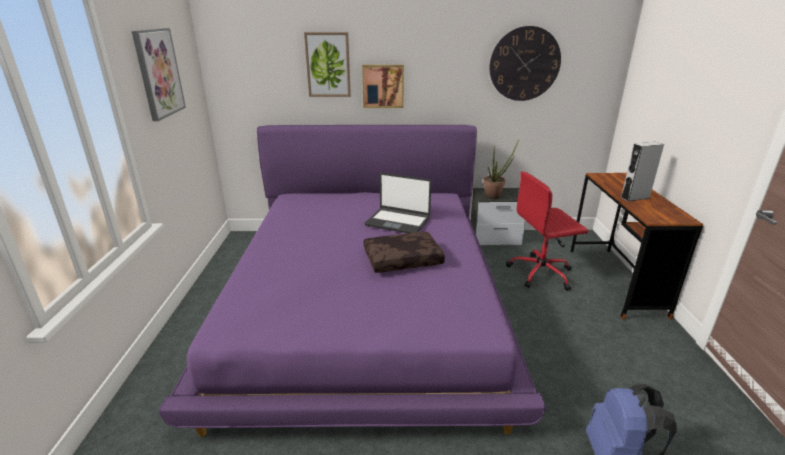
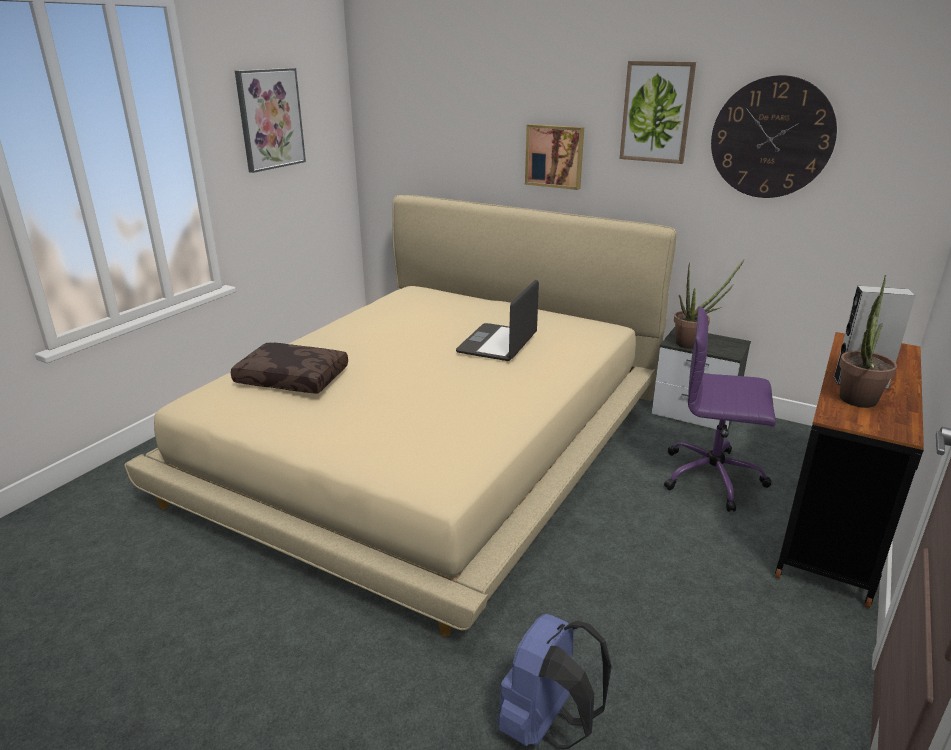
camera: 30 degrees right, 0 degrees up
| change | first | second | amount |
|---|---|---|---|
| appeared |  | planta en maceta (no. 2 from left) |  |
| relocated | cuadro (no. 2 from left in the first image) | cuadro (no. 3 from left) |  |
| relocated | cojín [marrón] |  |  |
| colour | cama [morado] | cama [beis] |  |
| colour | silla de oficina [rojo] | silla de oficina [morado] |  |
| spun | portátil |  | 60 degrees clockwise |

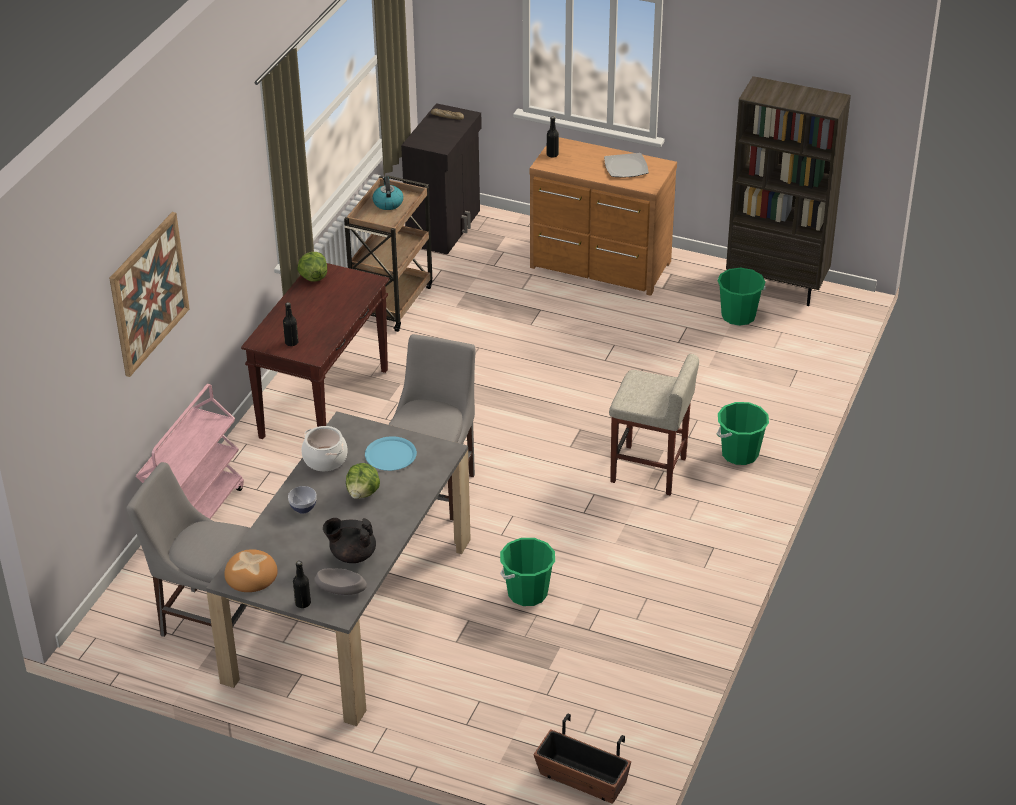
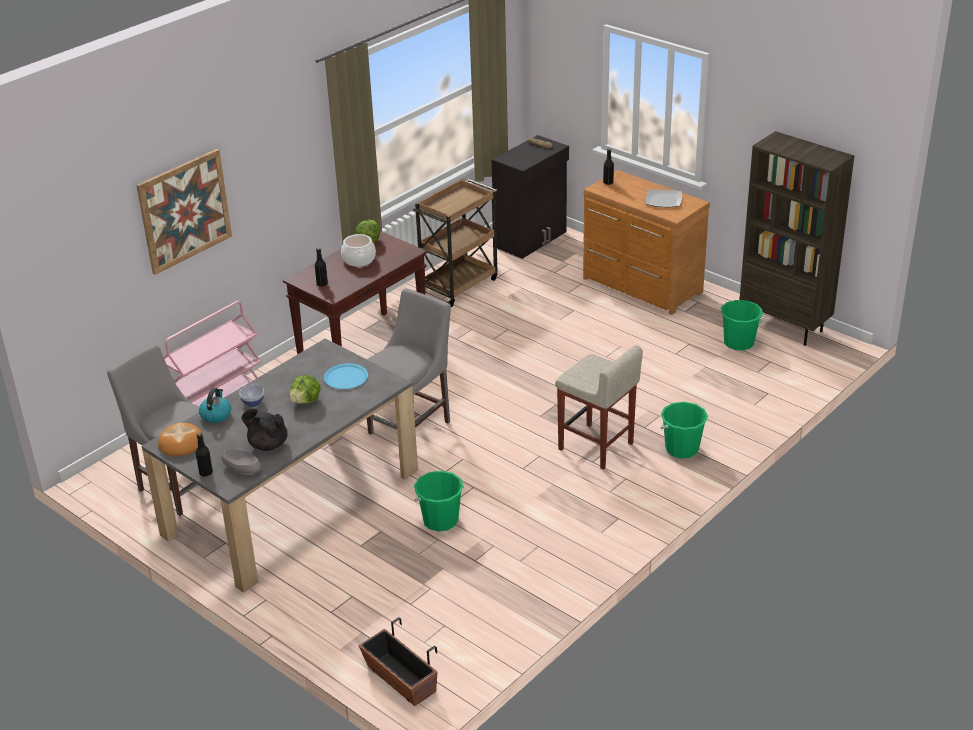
camera: 20 degrees right, 5 degrees down
| change | first | second | amount |
|---|---|---|---|
| relocated | olla |  |  |
| relocated | hervidor |  |  |

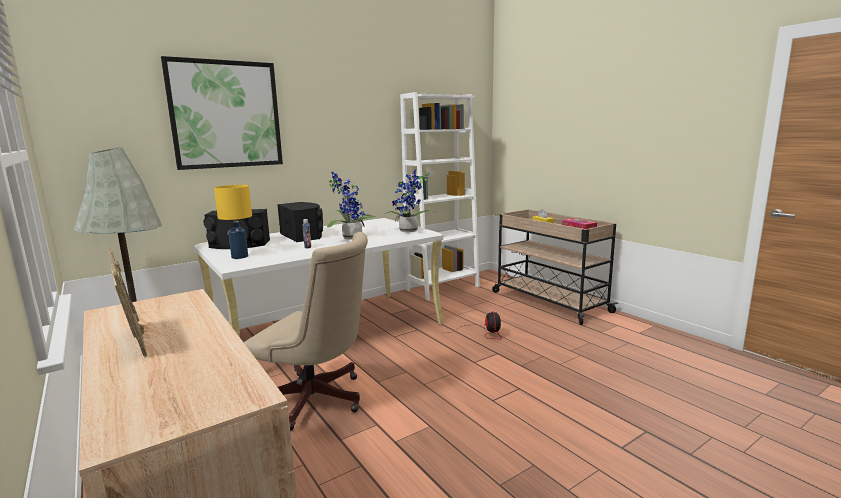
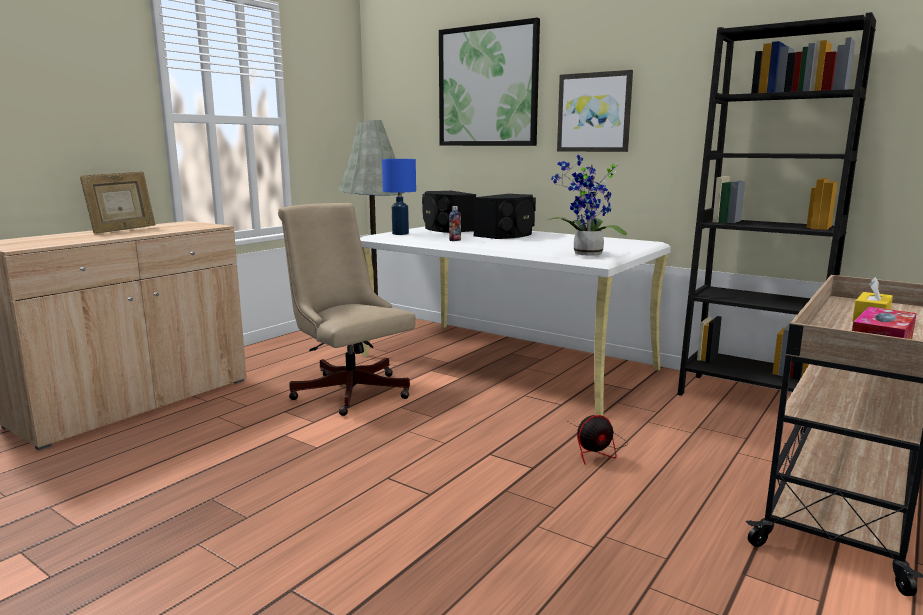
camera: 70 degrees right, 0 degrees up
| change | first | second | amount |
|---|---|---|---|
| missing | planta en maceta (no. 1 from left) |  |  |
| appeared |  | cuadro (no. 2 from left) |  |
| colour | lámpara de mesa [amarillo] | lámpara de mesa [azul] |  |
| colour | estantería [blanco] | estantería [negro] |  |
| spun | silla de oficina [beis] |  | 135 degrees clockwise |

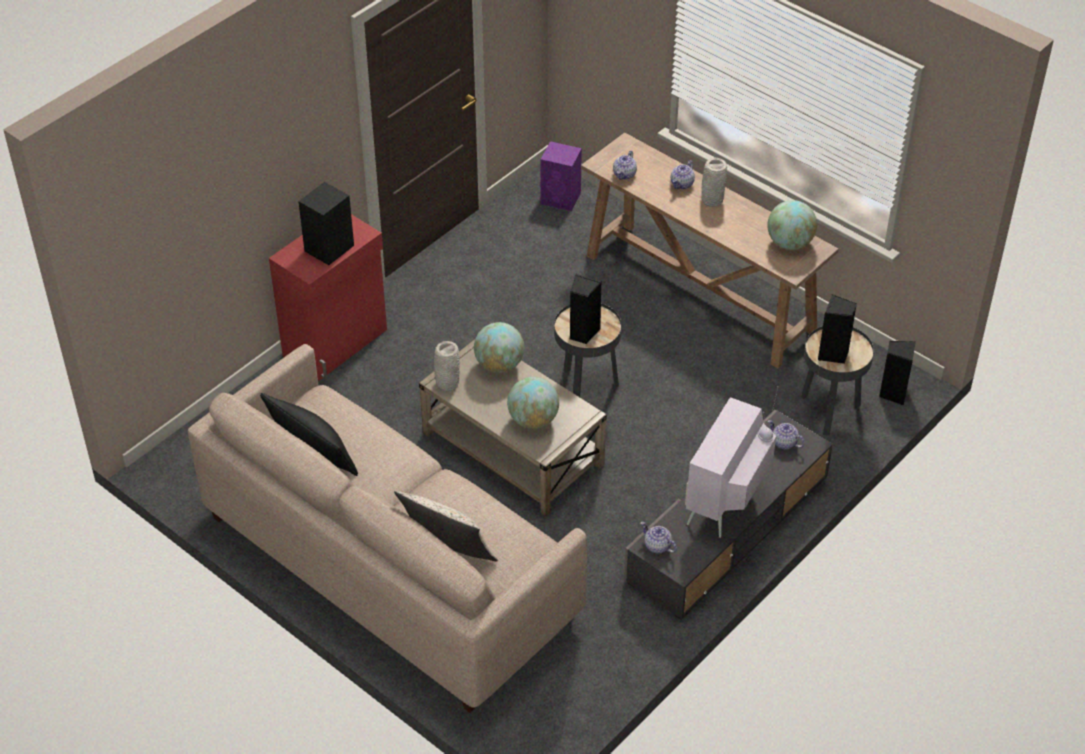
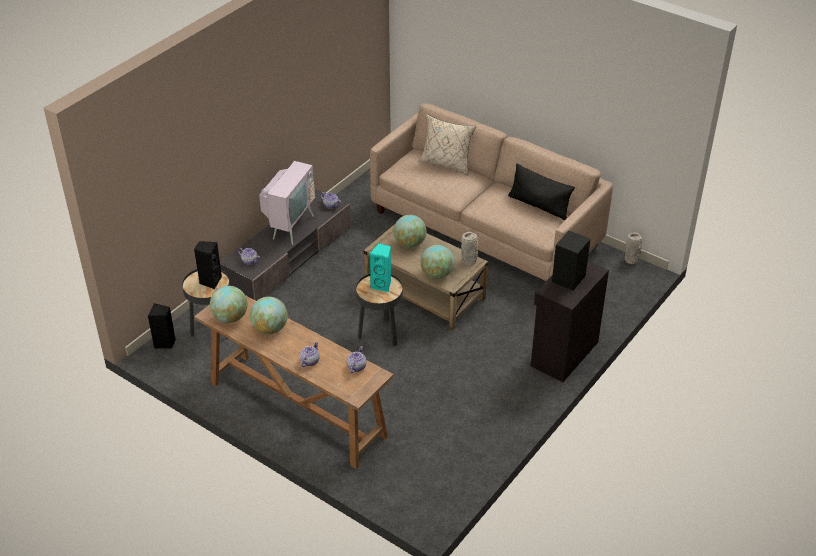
camera: 175 degrees right, 5 degrees down
| change | first | second | amount |
|---|---|---|---|
| missing | altavoz [morado] |  |  |
| appeared |  | globo terráqueo (no. 2 from left) |  |
| relocated | florero [gris] (no. 2 from left) |  |  |
| colour | armario [rojo] | armario [negro] |  |
| colour | altavoz [negro] (no. 2 from left) | altavoz [turquesa] |  |

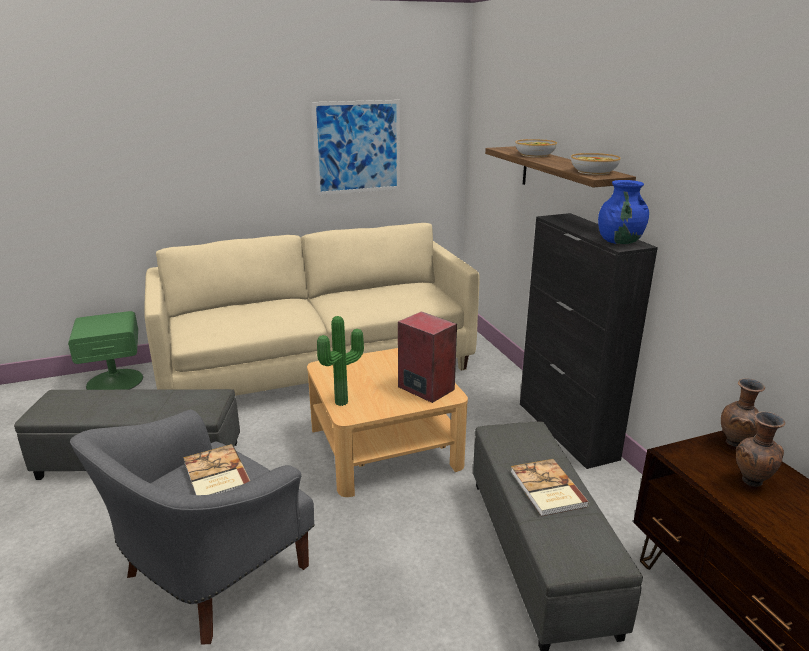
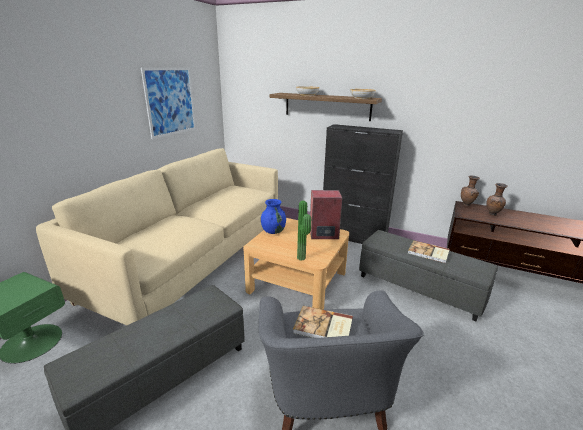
camera: 45 degrees left, 0 degrees up
| change | first | second | amount |
|---|---|---|---|
| relocated | florero [azul] |  |  |

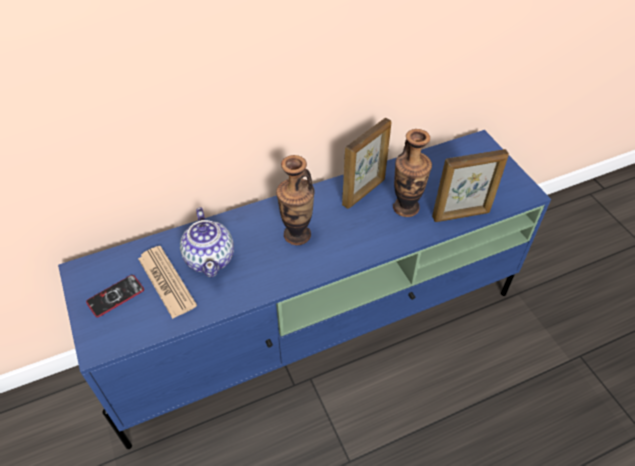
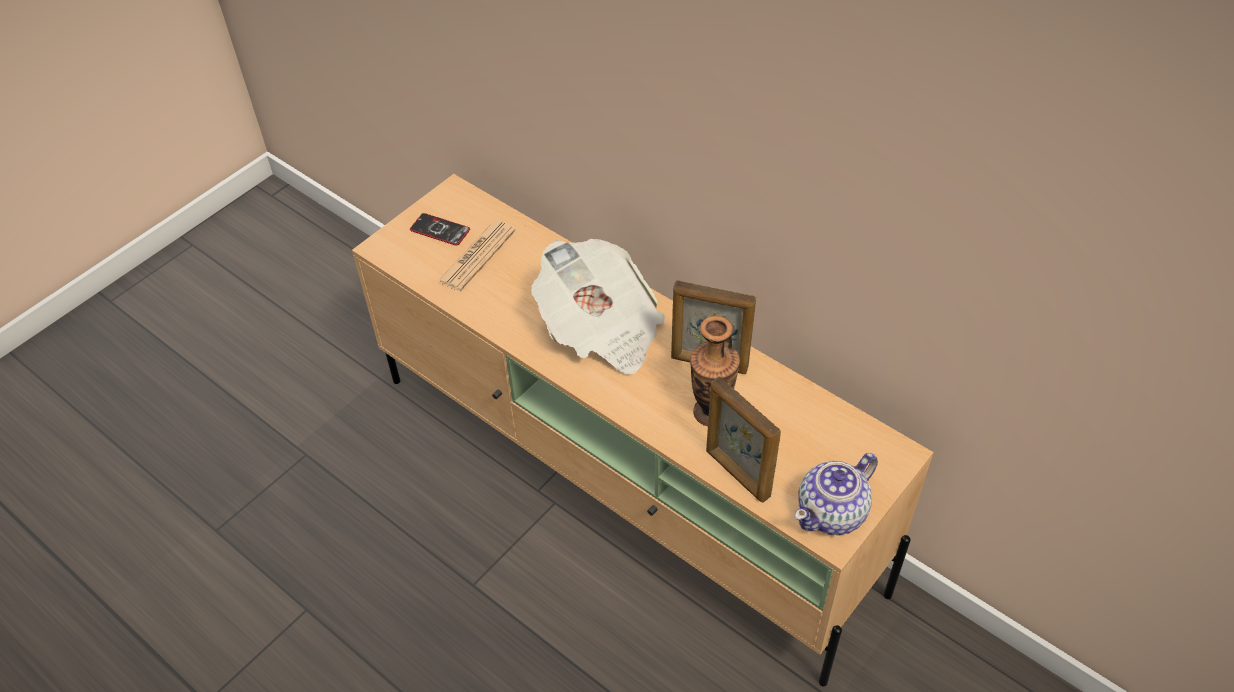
camera: 65 degrees right, 0 degrees up
| change | first | second | amount |
|---|---|---|---|
| relocated | tetera |  |  |
| exchanged | florero (no. 1 from left) | periódico (no. 2 from left) |  |
| colour | mueble de televisión [azul] | mueble de televisión [beis] |  |

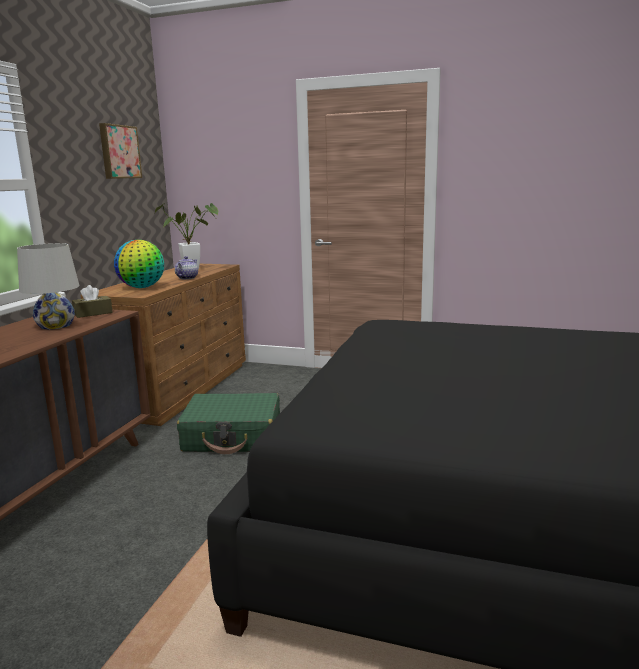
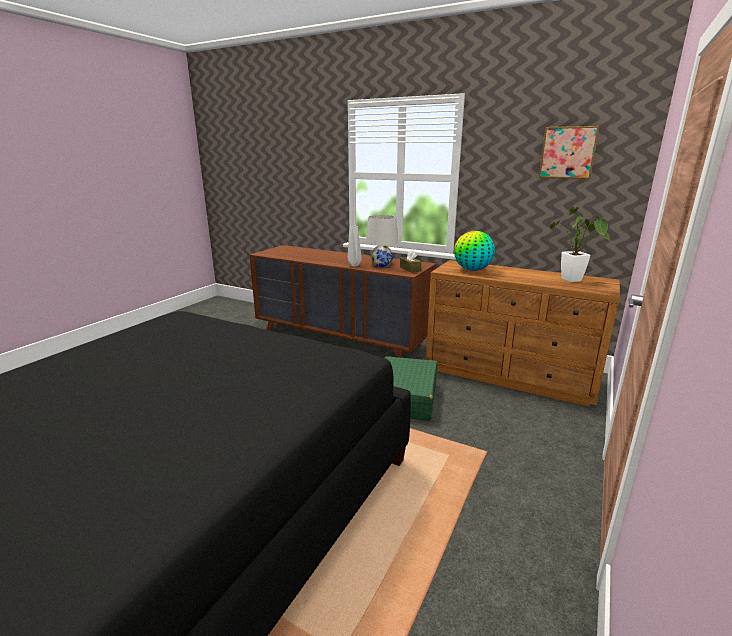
camera: 100 degrees right, 5 degrees up
| change | first | second | amount |
|---|---|---|---|
| missing | tetera |  |  |
| appeared |  | florero [gris] |  |

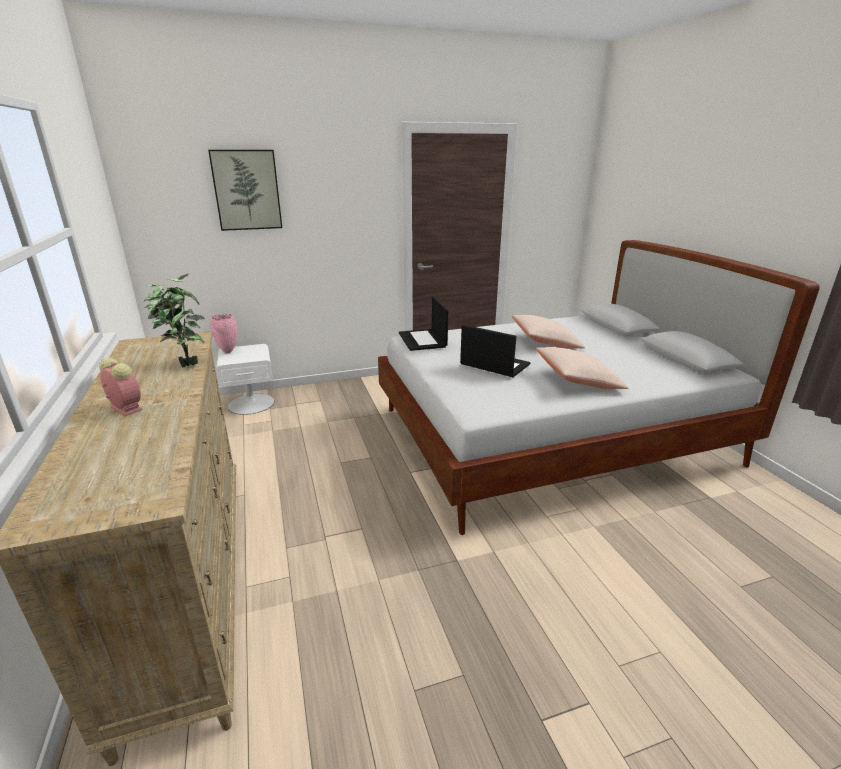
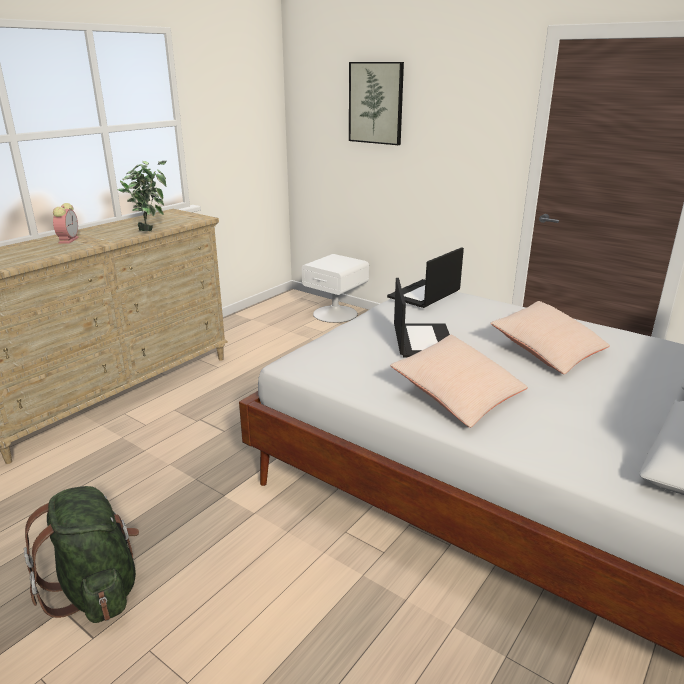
camera: 55 degrees right, 0 degrees up
| change | first | second | amount |
|---|---|---|---|
| missing | florero [rosa] |  |  |
| appeared |  | mochila [verde] |  |

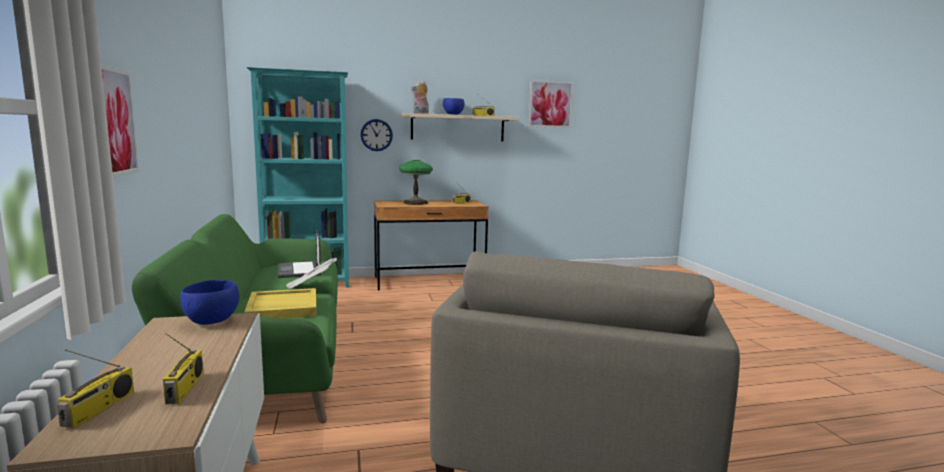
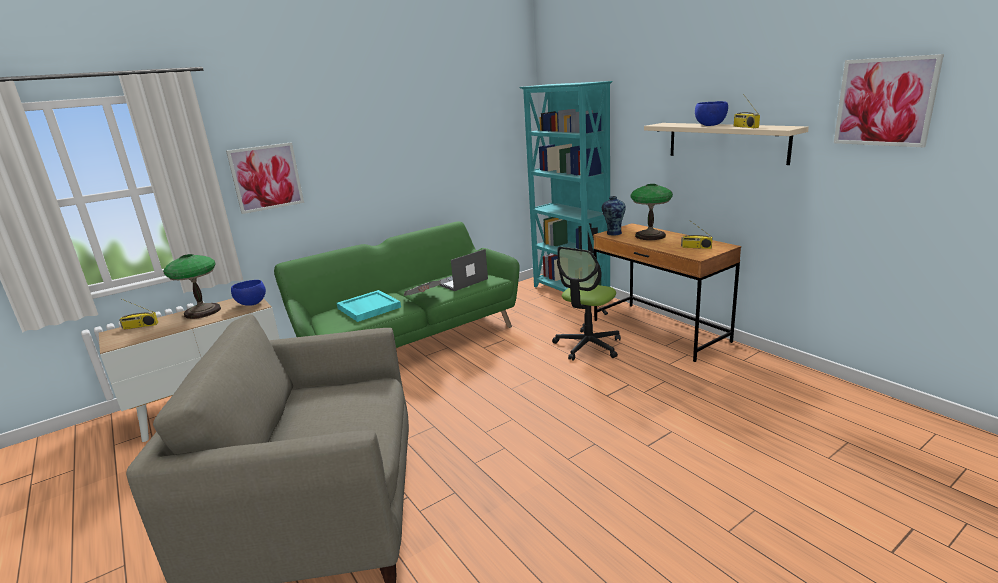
camera: 70 degrees right, 10 degrees up
| change | first | second | amount |
|---|---|---|---|
| missing | radio (no. 2 from left) |  |  |
| missing | reloj de pared |  |  |
| missing | peluche |  |  |
| appeared |  | lámpara de mesa (no. 1 from left) |  |
| appeared |  | silla de oficina |  |
| appeared |  | florero |  |
| colour | bandeja [amarillo] | bandeja [turquesa] |  |

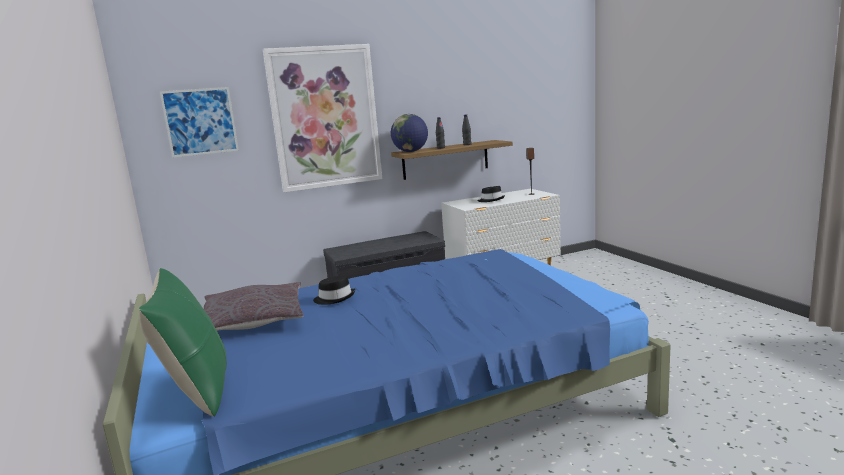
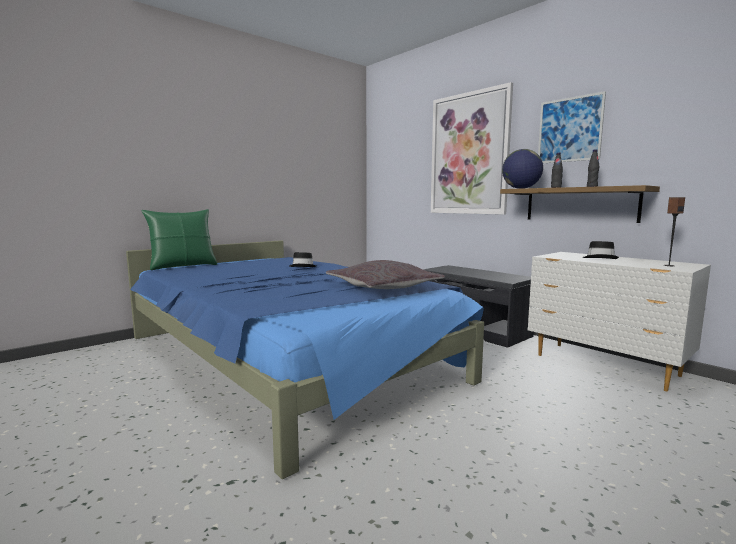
camera: 70 degrees right, 5 degrees down
| change | first | second | amount |
|---|---|---|---|
| relocated | cuadro (no. 1 from left in the first image) | cuadro (no. 2 from left) |  |
| relocated | cojín [gris] |  |  |

